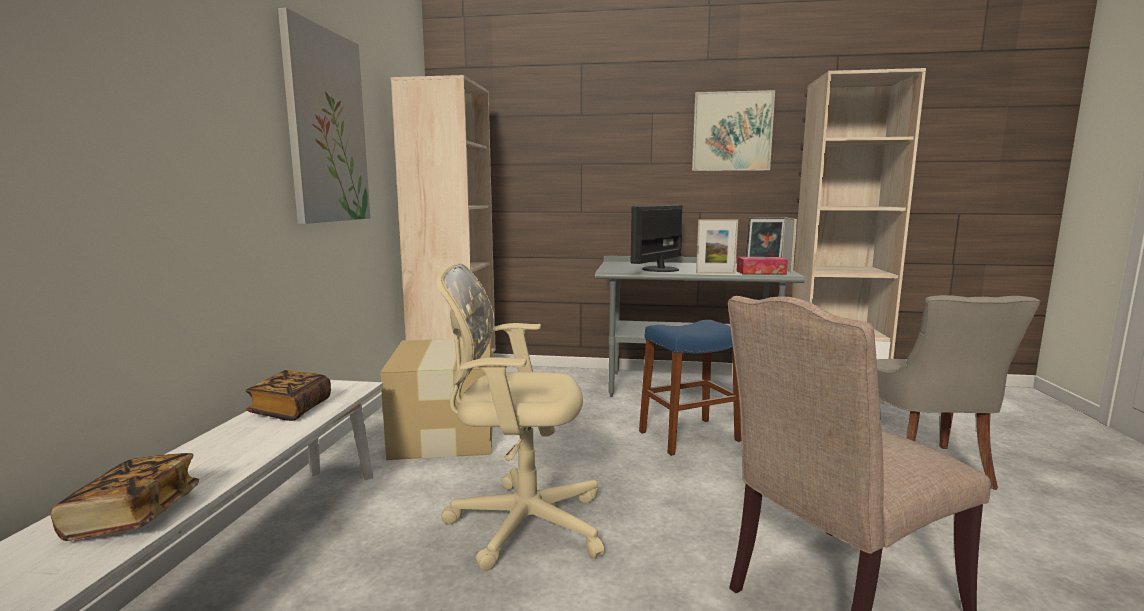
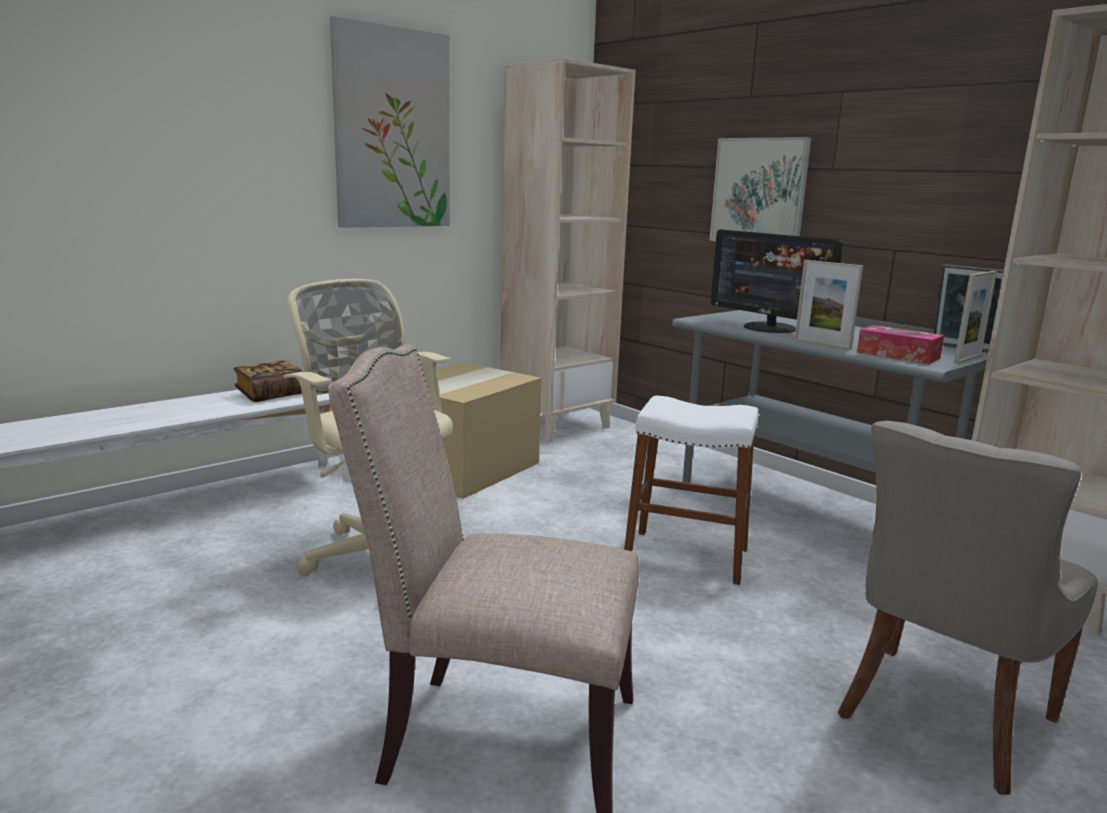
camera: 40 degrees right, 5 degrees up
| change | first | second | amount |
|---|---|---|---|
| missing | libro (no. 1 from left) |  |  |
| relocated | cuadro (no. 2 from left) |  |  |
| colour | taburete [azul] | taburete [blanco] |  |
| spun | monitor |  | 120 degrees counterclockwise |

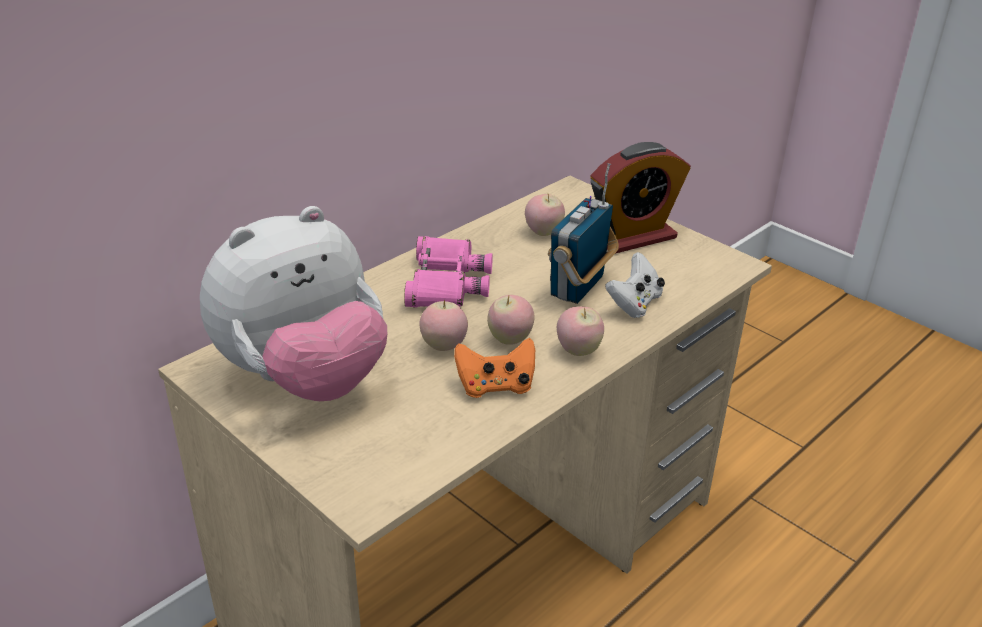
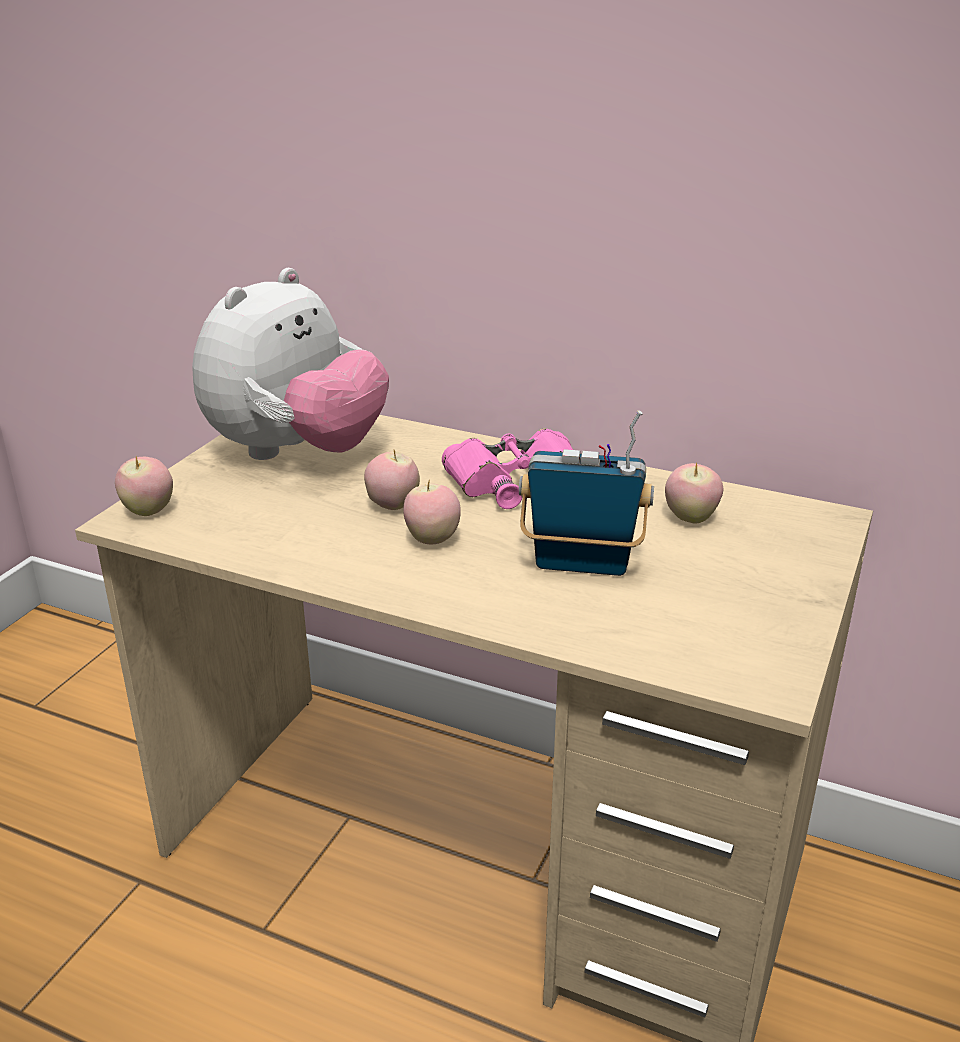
camera: 70 degrees right, 5 degrees down
| change | first | second | amount |
|---|---|---|---|
| missing | mando de consola [naranja] |  |  |
| missing | despertador |  |  |
| missing | mando de consola [blanco] |  |  |
| relocated | manzana (no. 4 from left in the first image) | manzana (no. 1 from left) |  |
| spun | peluche |  | 90 degrees counterclockwise |

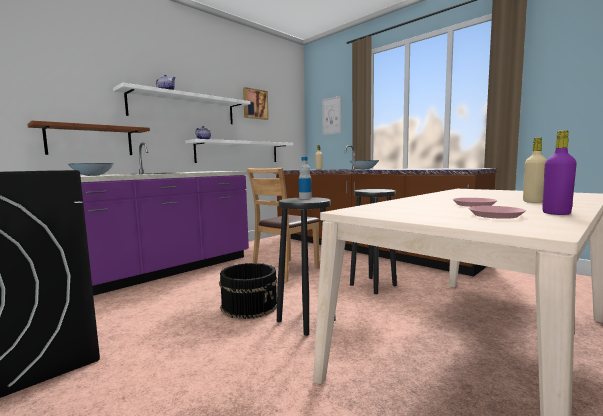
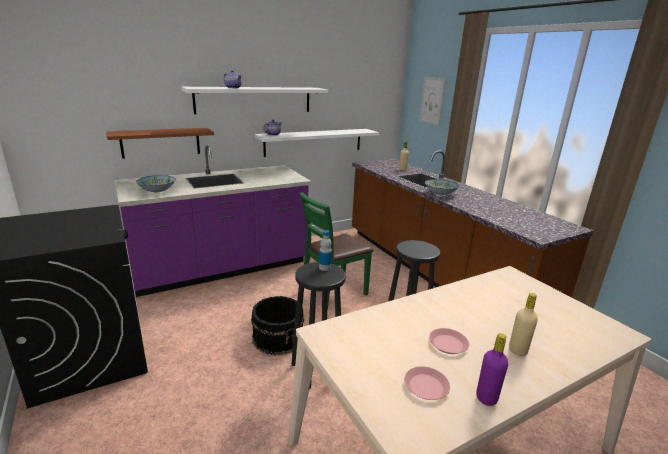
camera: 15 degrees right, 15 degrees up
| change | first | second | amount |
|---|---|---|---|
| missing | cuadro (no. 1 from left) |  |  |
| colour | silla [marrón] | silla [verde] |  |

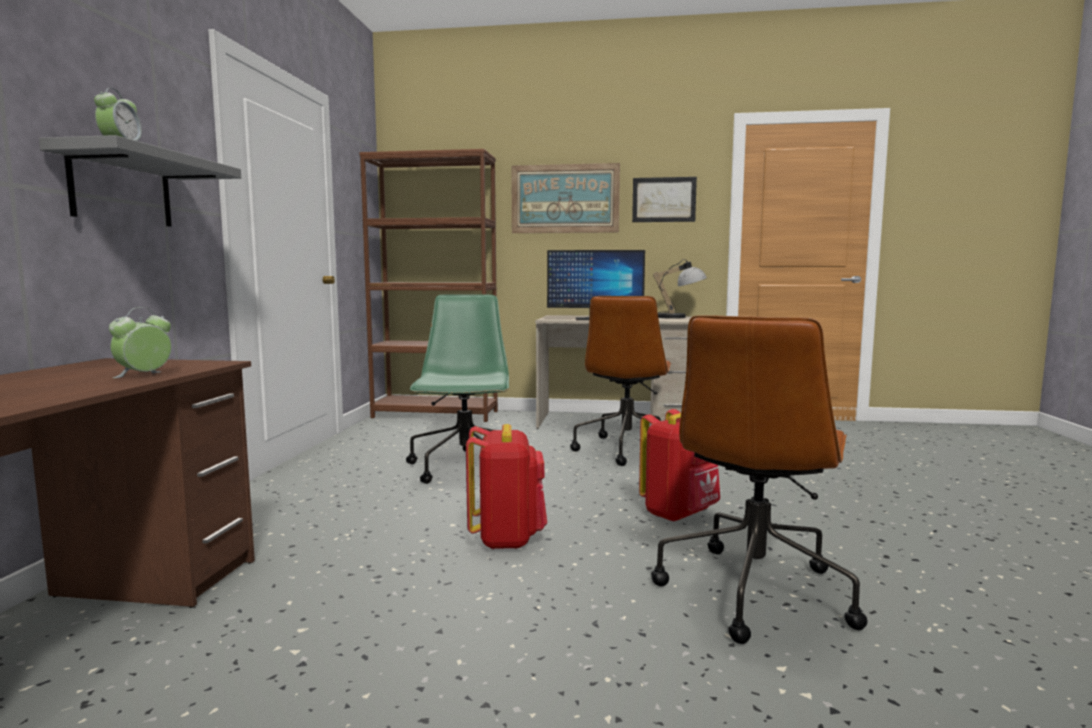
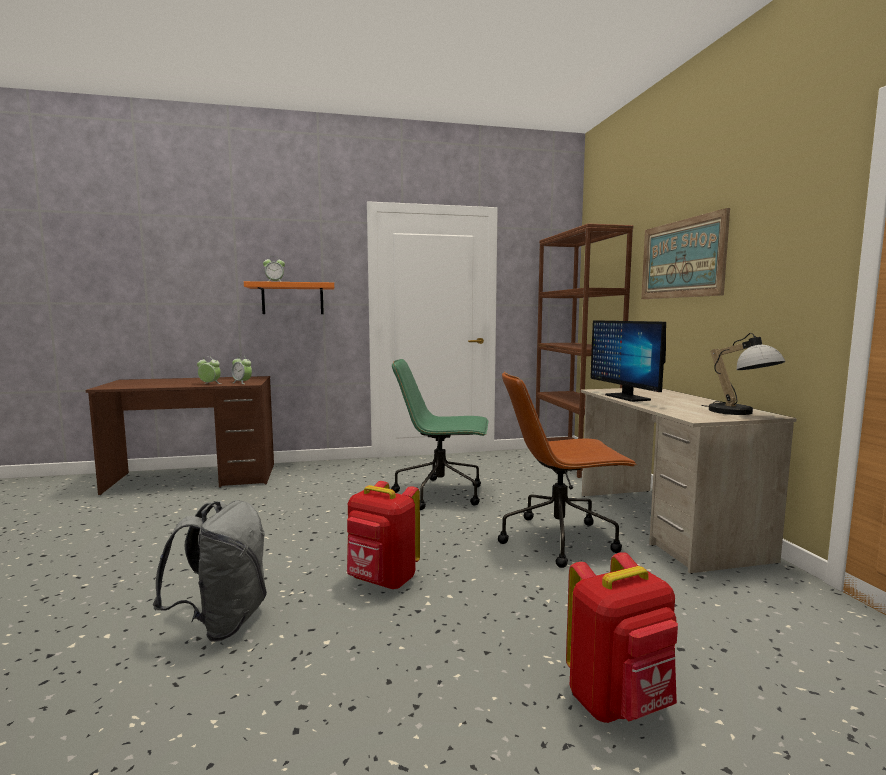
camera: 70 degrees right, 0 degrees up
| change | first | second | amount |
|---|---|---|---|
| missing | cuadro (no. 2 from left) |  |  |
| appeared |  | despertador (no. 2 from left) |  |
| relocated | mochila [rojo] (no. 1 from left in the first image) | mochila [rojo] (no. 2 from left) |  |
| exchanged | silla de oficina [marrón] (no. 2 from left) | mochila [gris] |  |
| colour | estante [gris] | estante [naranja] |  |
| spun | silla de oficina [verde] |  | 150 degrees counterclockwise |

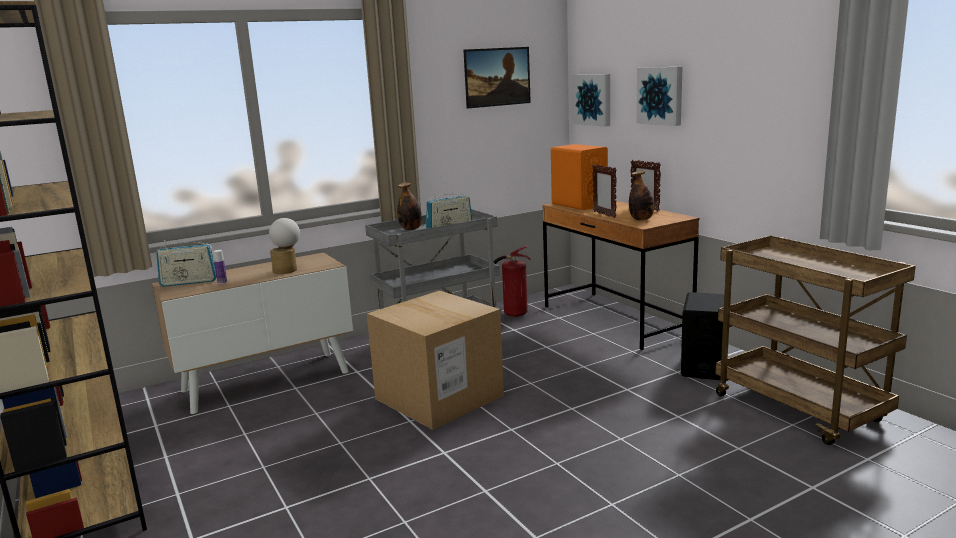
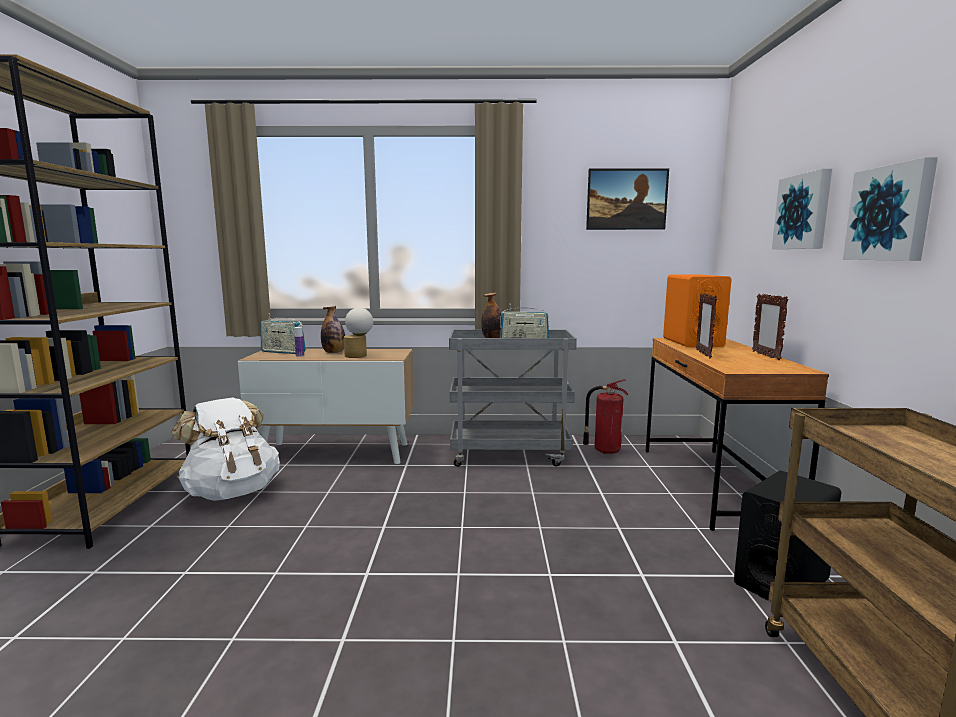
camera: 30 degrees right, 5 degrees down
| change | first | second | amount |
|---|---|---|---|
| missing | caja de cartón |  |  |
| appeared |  | mochila [blanco] |  |
| relocated | cuadro (no. 2 from left in the first image) | cuadro (no. 3 from left) |  |
| relocated | botella (no. 3 from left in the first image) | botella (no. 2 from left) |  |

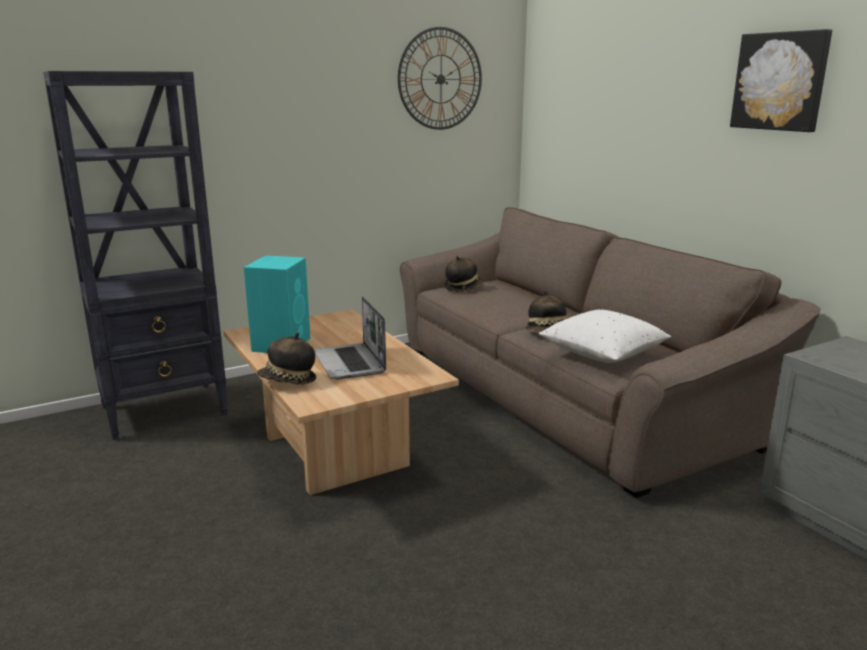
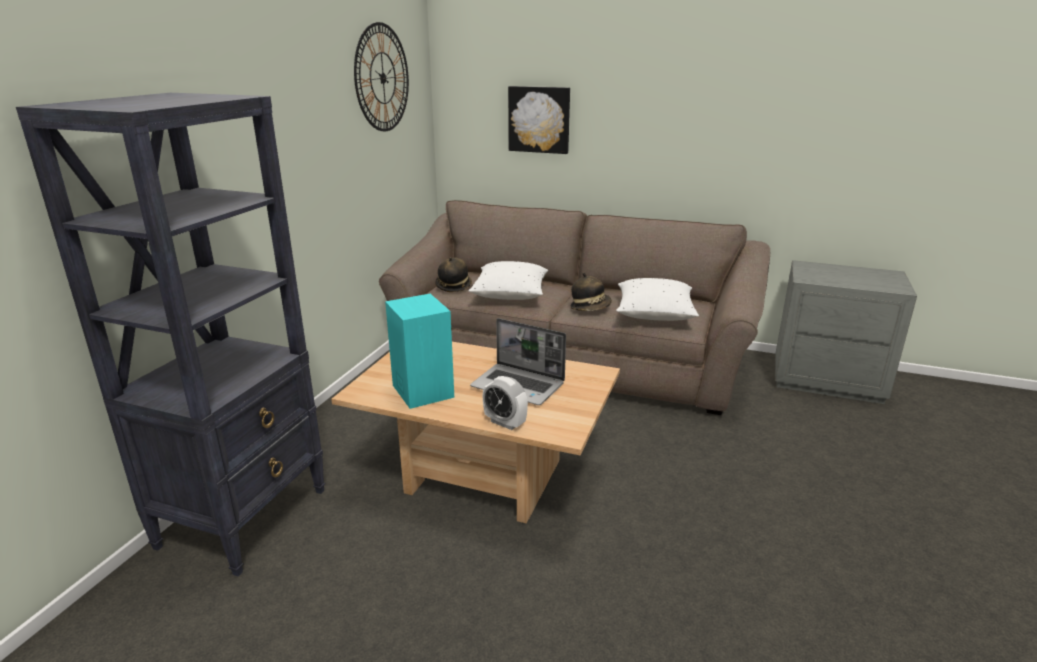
camera: 40 degrees left, 5 degrees up
| change | first | second | amount |
|---|---|---|---|
| appeared |  | cojín [blanco] (no. 1 from left) |  |
| relocated | cuadro |  |  |
| exchanged | sombrero (no. 1 from left) | despertador |  |

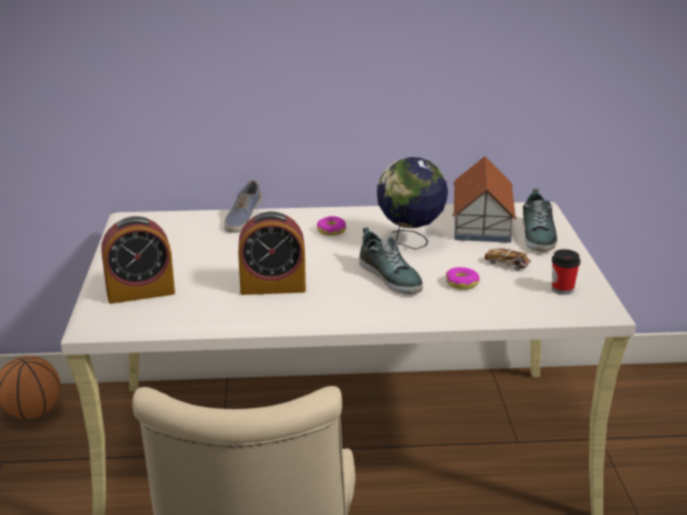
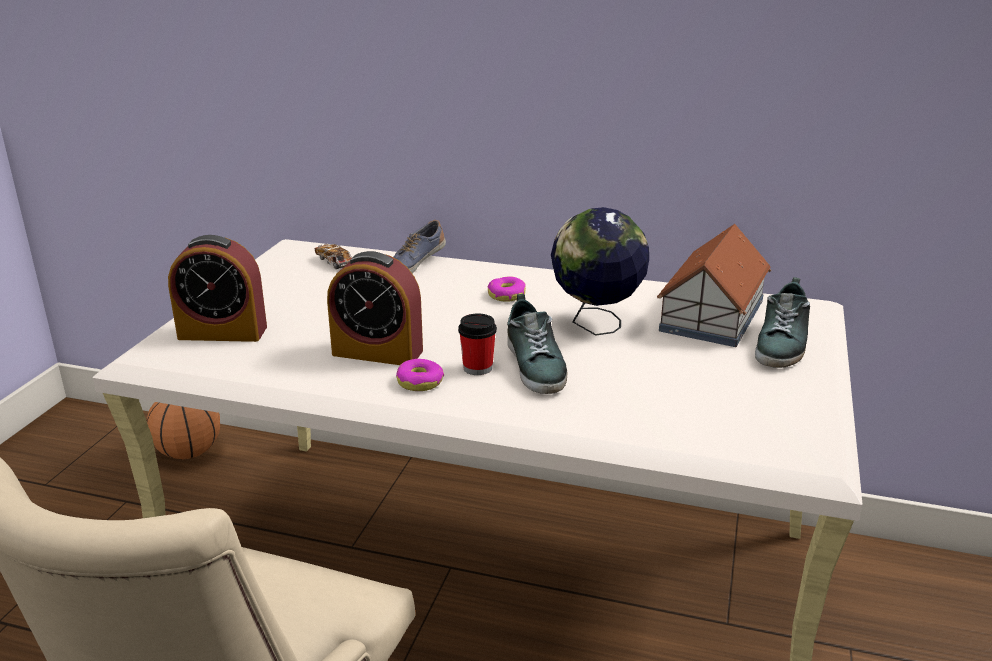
camera: 20 degrees right, 0 degrees up
| change | first | second | amount |
|---|---|---|---|
| relocated | rosquilla (no. 2 from left in the first image) | rosquilla (no. 1 from left) |  |
| relocated | coche de juguete |  |  |
| relocated | taza |  |  |

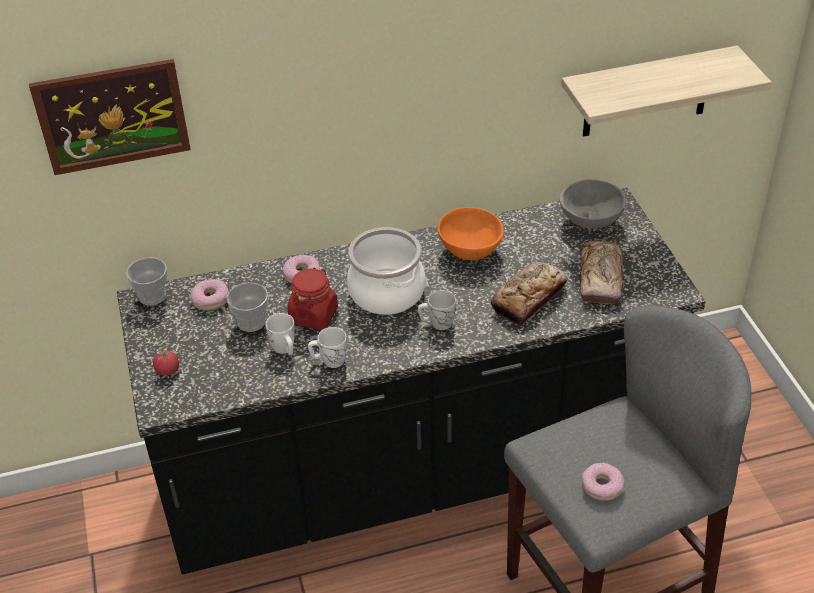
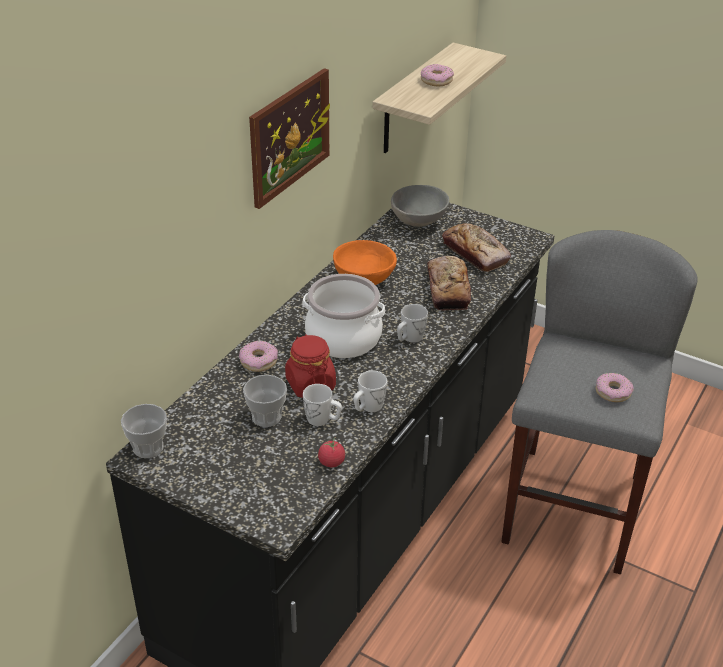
camera: 45 degrees left, 5 degrees down
| change | first | second | amount |
|---|---|---|---|
| relocated | cuadro |  |  |
| relocated | tomate |  |  |
| relocated | rosquilla (no. 1 from left in the first image) | rosquilla (no. 2 from left) |  |

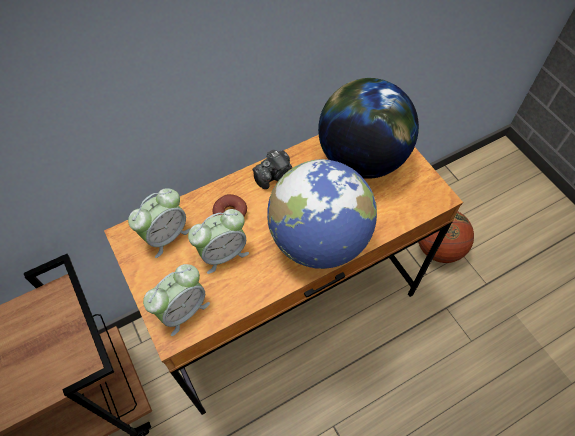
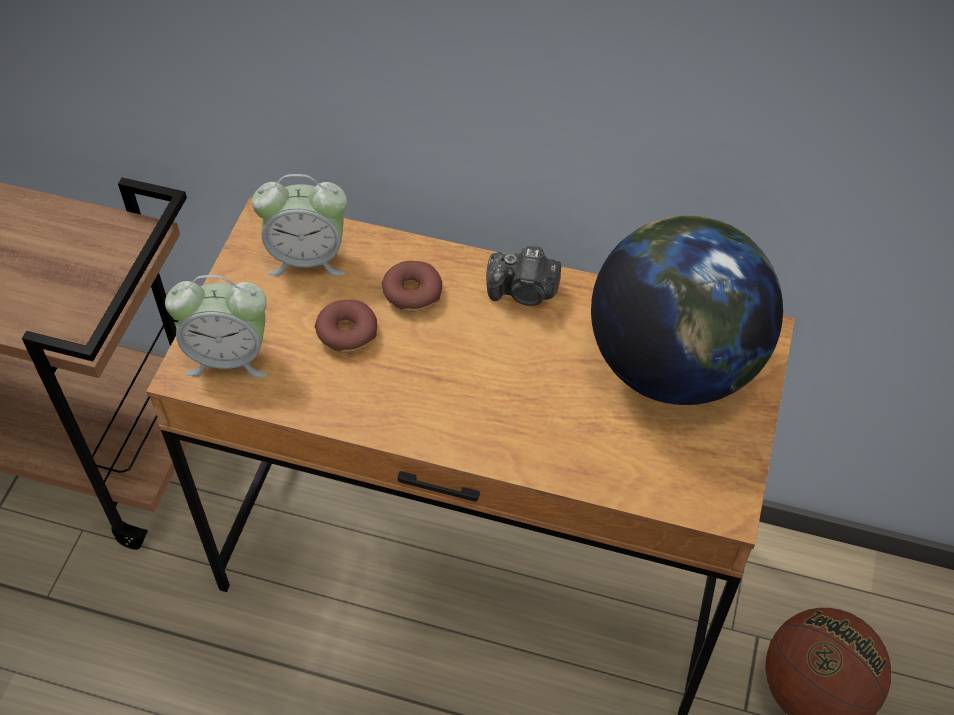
camera: 45 degrees right, 5 degrees down
| change | first | second | amount |
|---|---|---|---|
| missing | globo terráqueo (no. 1 from left) |  |  |
| exchanged | despertador (no. 3 from left) | rosquilla (no. 1 from left) |  |

